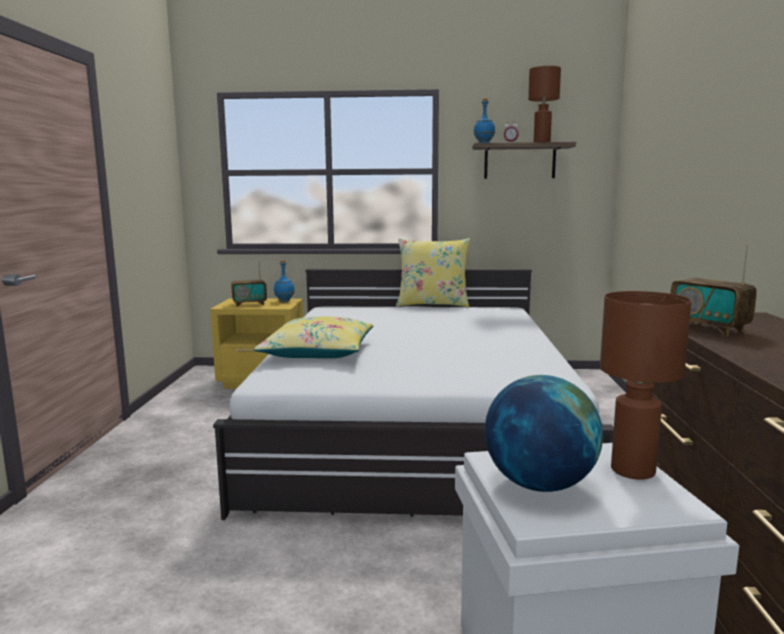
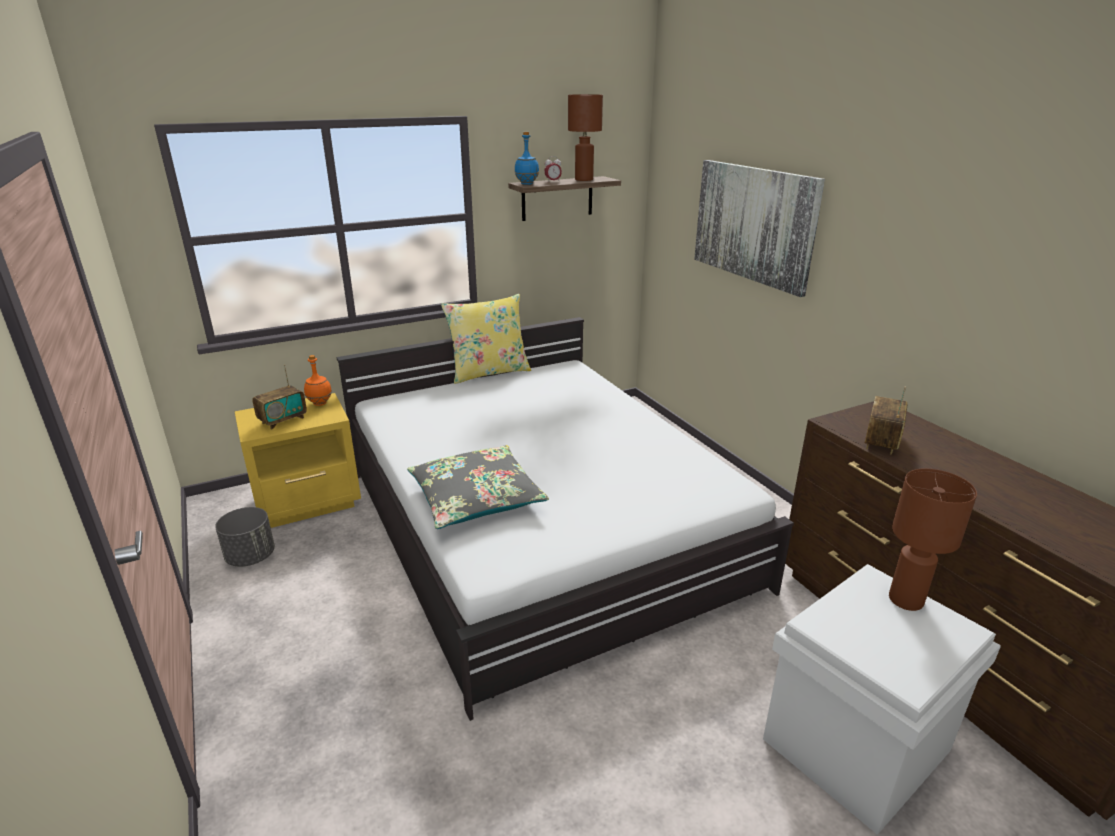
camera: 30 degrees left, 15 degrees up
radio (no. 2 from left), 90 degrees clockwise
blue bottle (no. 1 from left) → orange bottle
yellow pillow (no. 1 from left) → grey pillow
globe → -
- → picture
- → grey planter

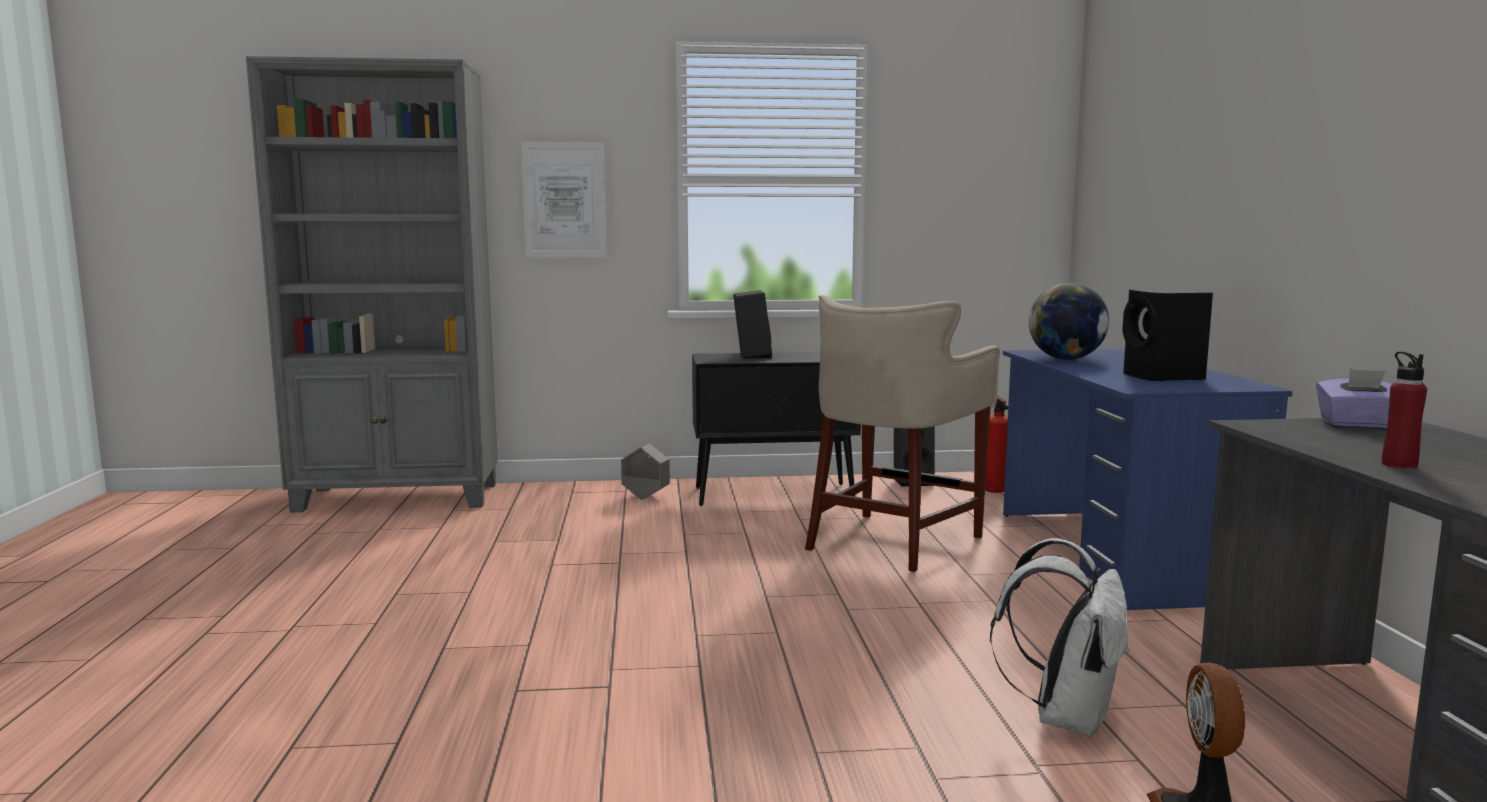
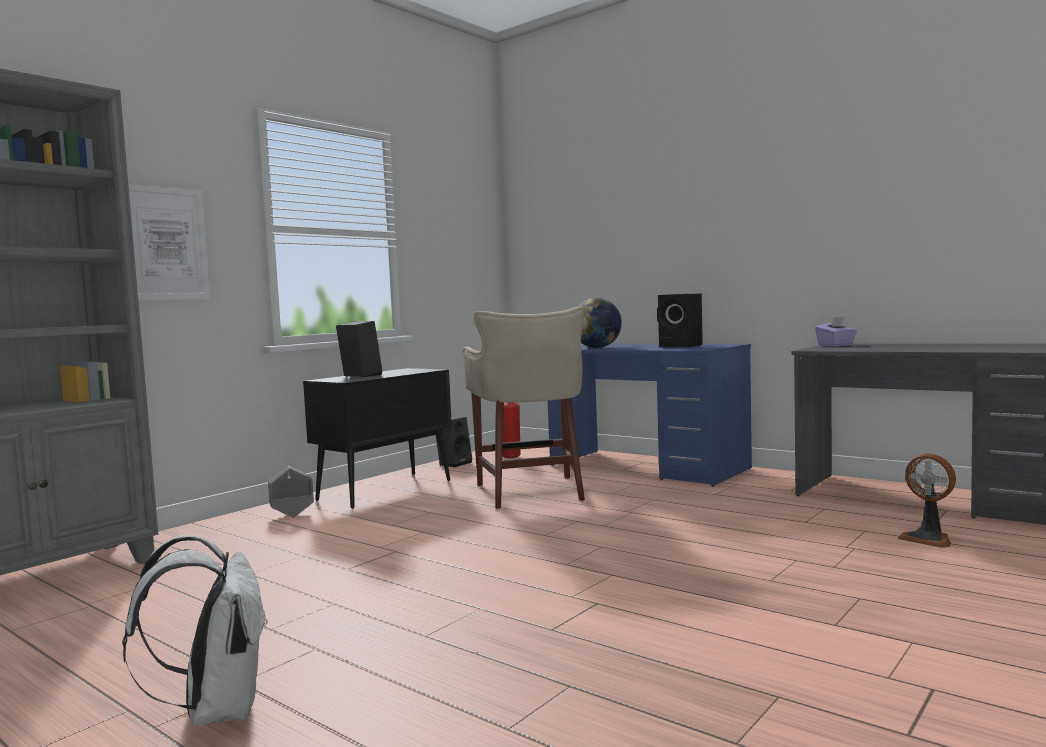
camera: 45 degrees left, 5 degrees down
red bottle → -
white backpack, relocated

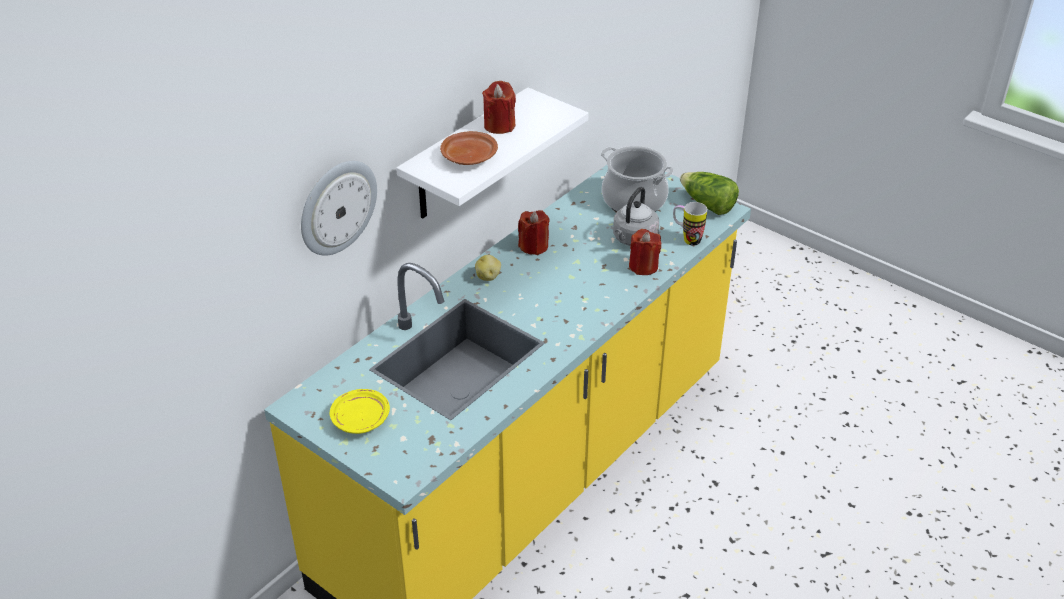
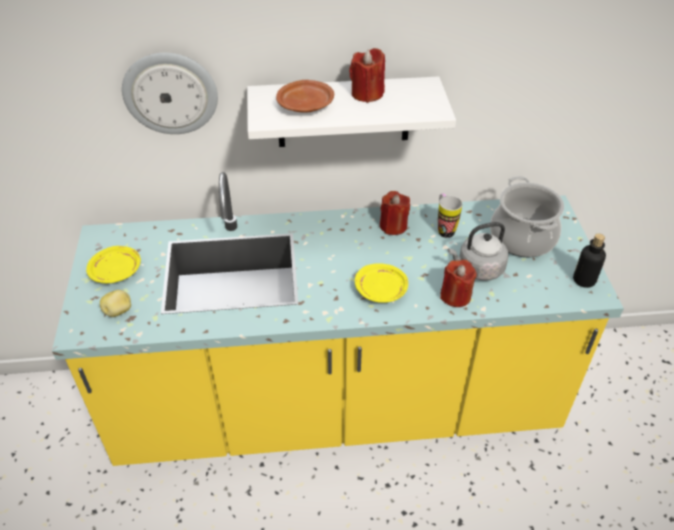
camera: 45 degrees right, 5 degrees up
lettuce → bottle
mug, relocated
potato, relocated
- → yellow plate (no. 2 from left)

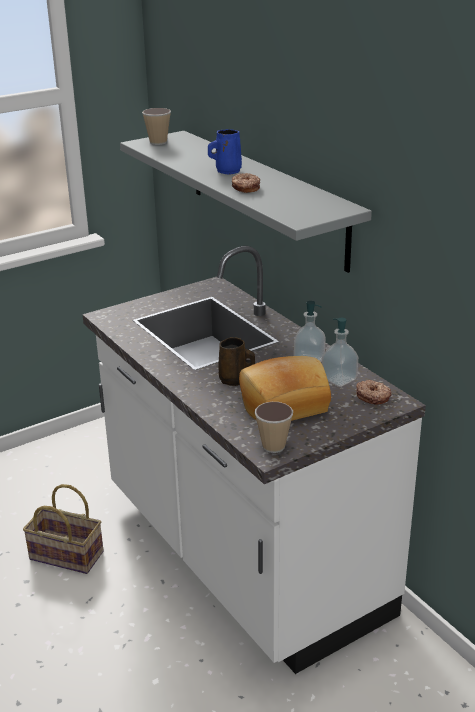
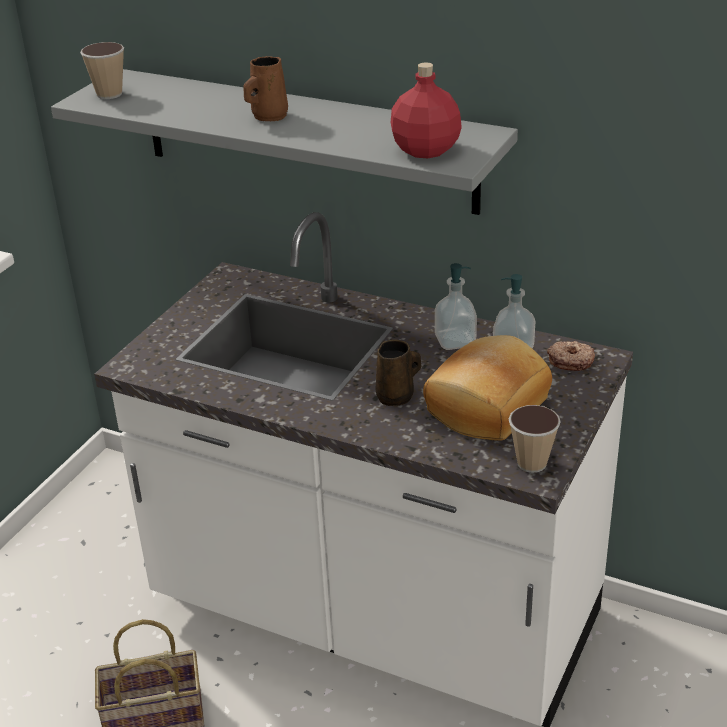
camera: 30 degrees left, 5 degrees up
blue mug → brown mug (no. 1 from left)
donut (no. 1 from left) → -
- → red bottle

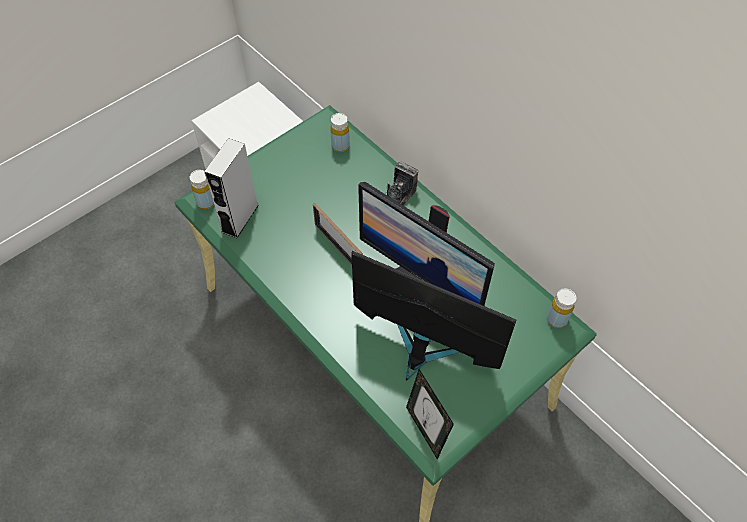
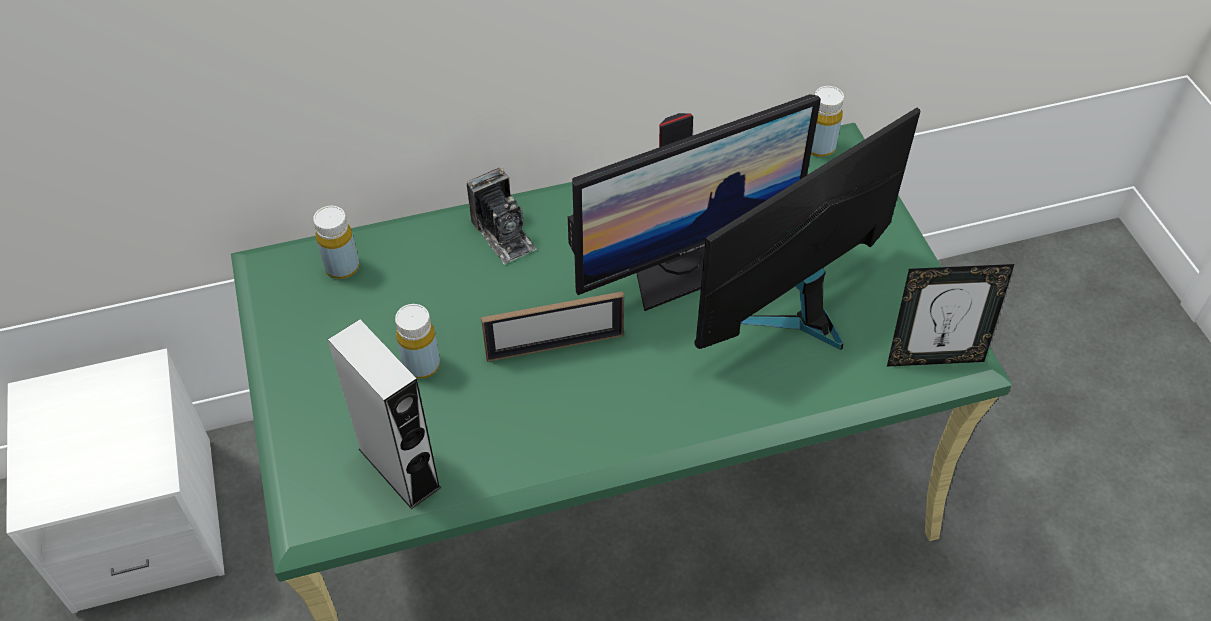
camera: 65 degrees left, 5 degrees down
yellow bottle (no. 1 from left in the first image) → yellow bottle (no. 2 from left), relocated

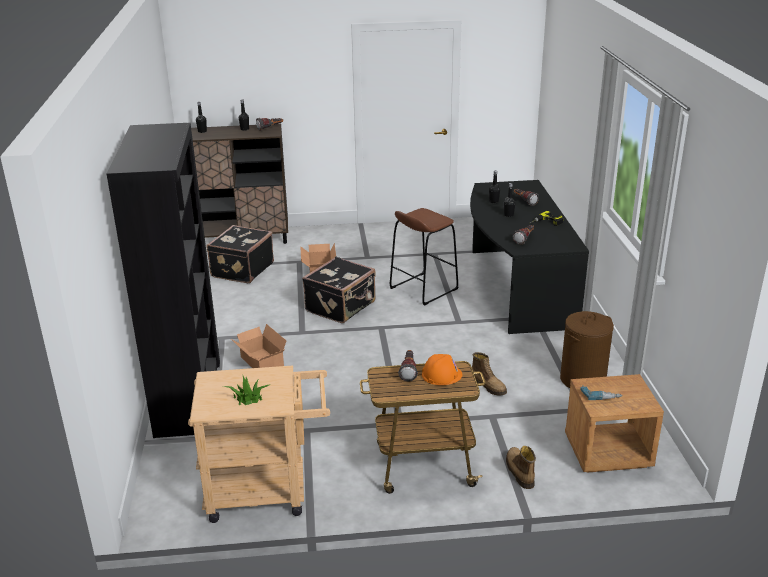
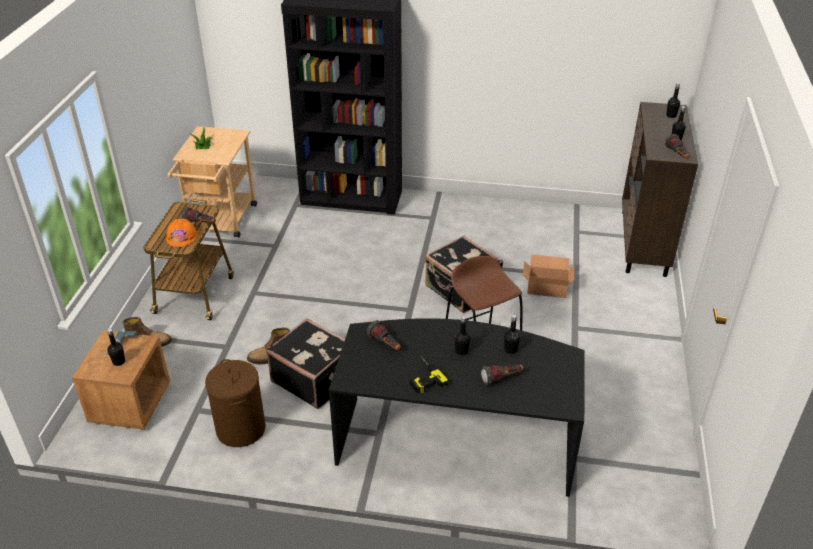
camera: 105 degrees right, 10 degrees up
black suitcase (no. 1 from left), relocated
cardboard box (no. 1 from left) → -
- → black bottle (no. 1 from left)

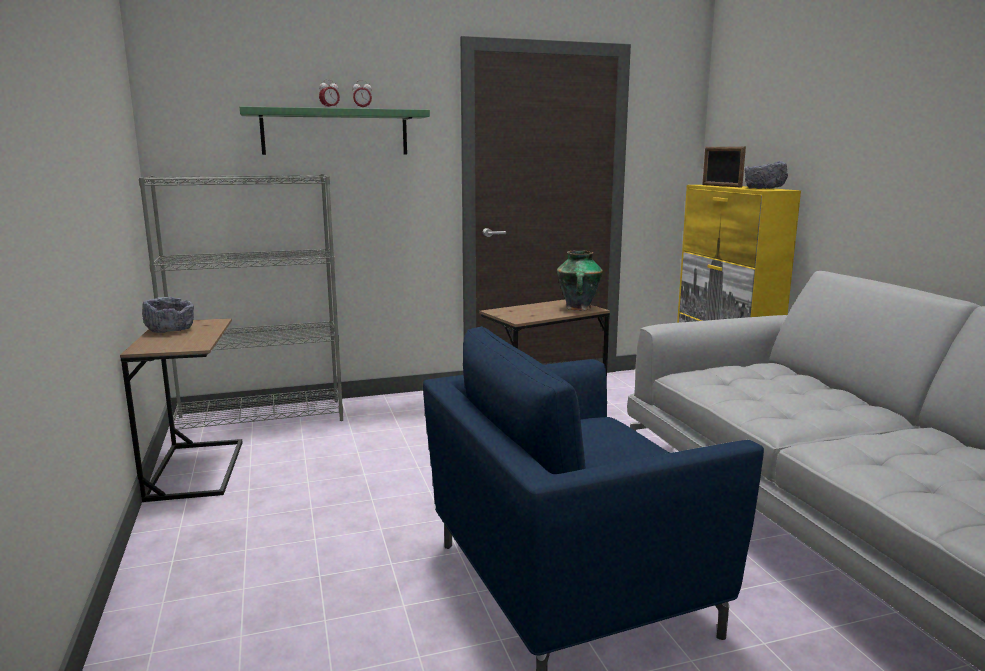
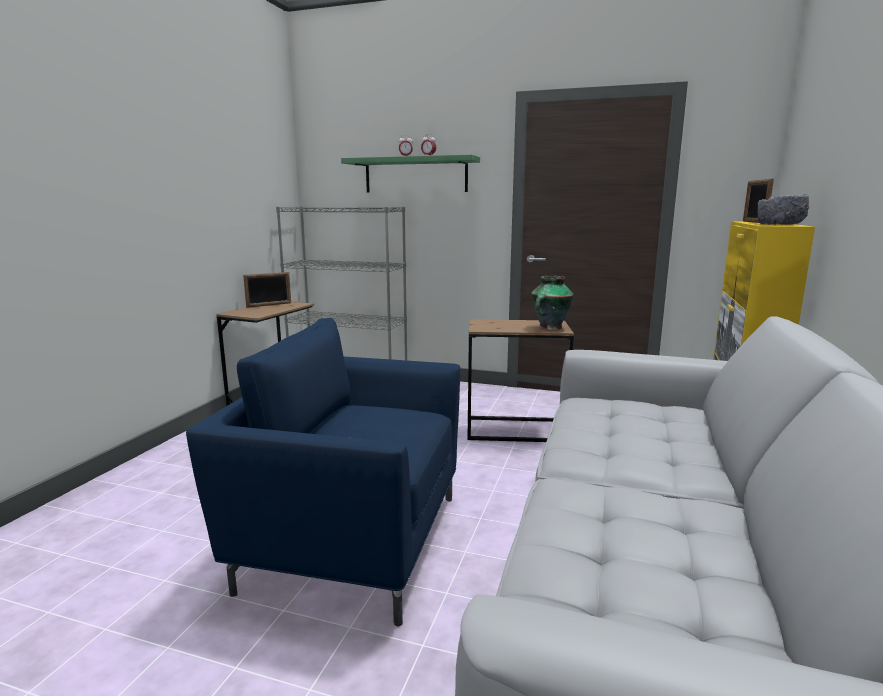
camera: 35 degrees right, 0 degrees up
grey bowl (no. 1 from left) → picture frame (no. 1 from left)

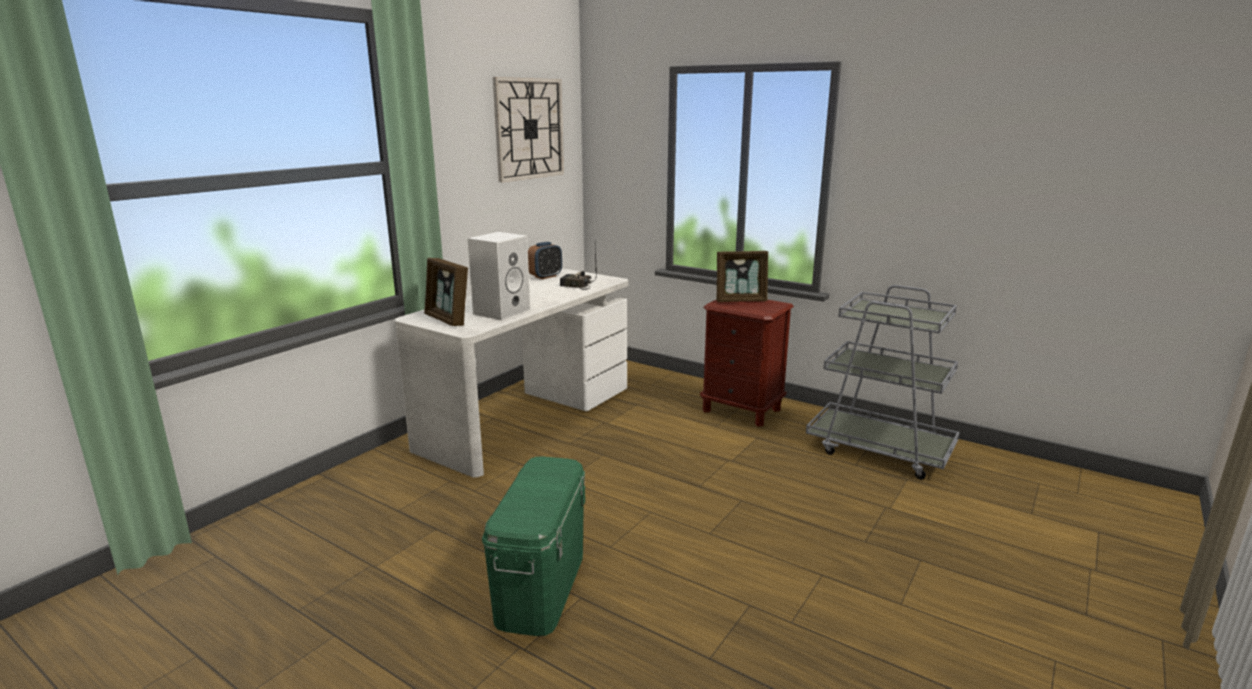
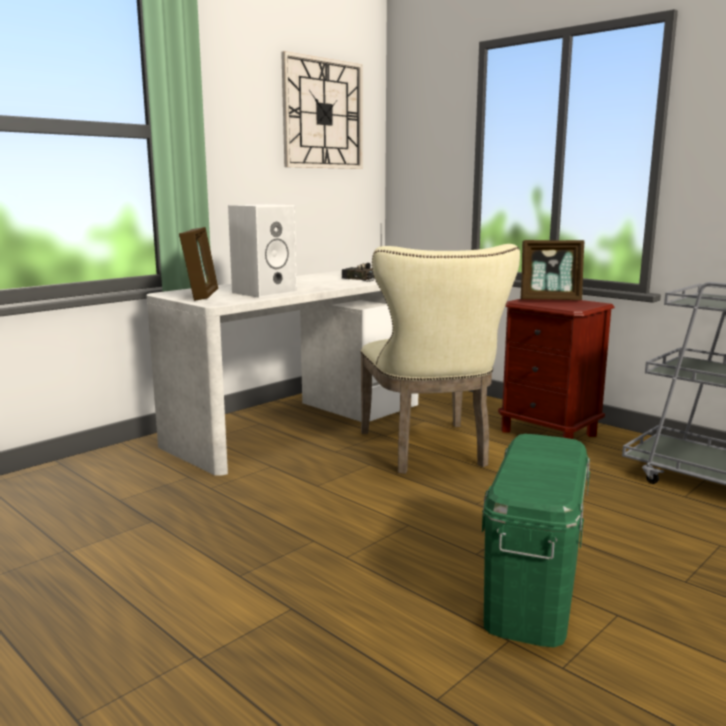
camera: 10 degrees right, 5 degrees down
alarm clock → -
picture frame (no. 1 from left), 150 degrees counterclockwise
green storage box, relocated
- → beige chair

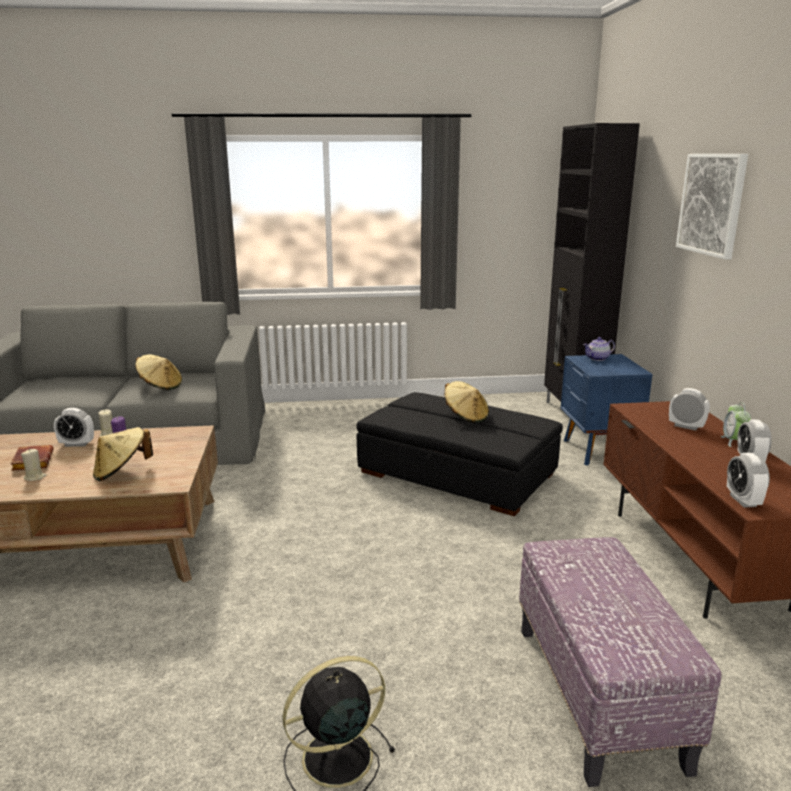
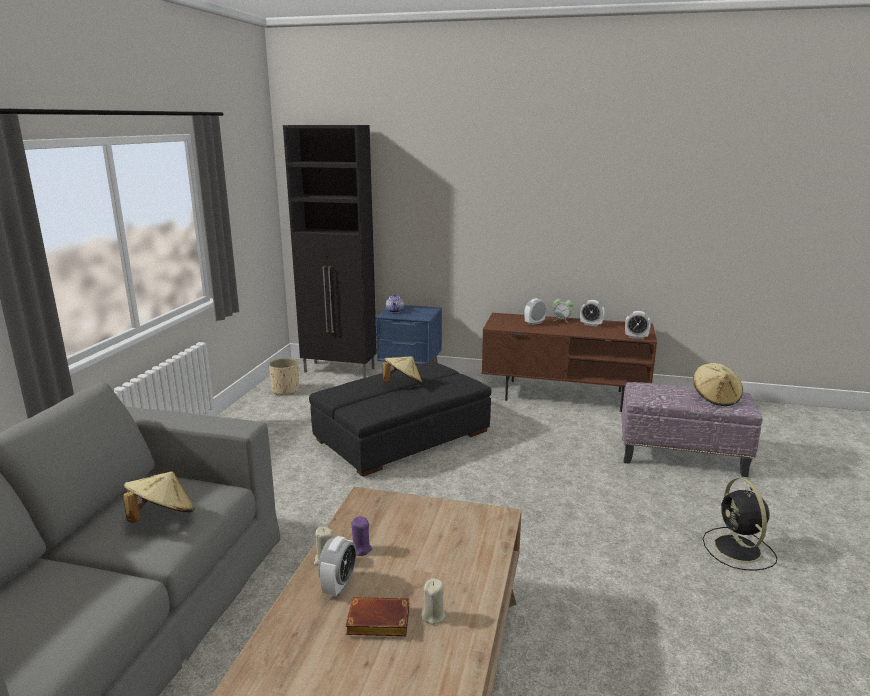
camera: 70 degrees left, 0 degrees up
picture → -
beige hat (no. 1 from left in the first image) → beige hat (no. 3 from left), relocated
- → beige planter

